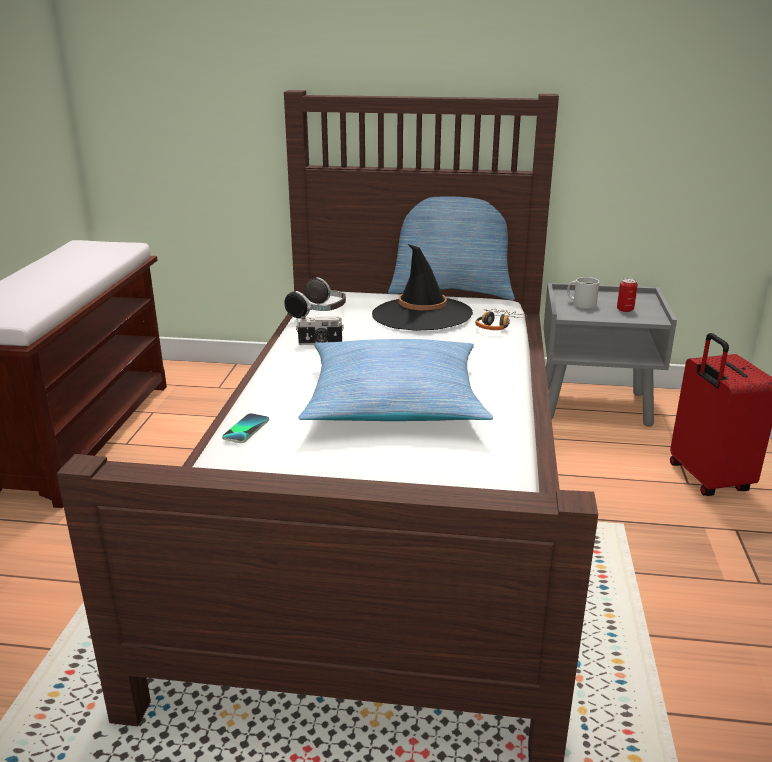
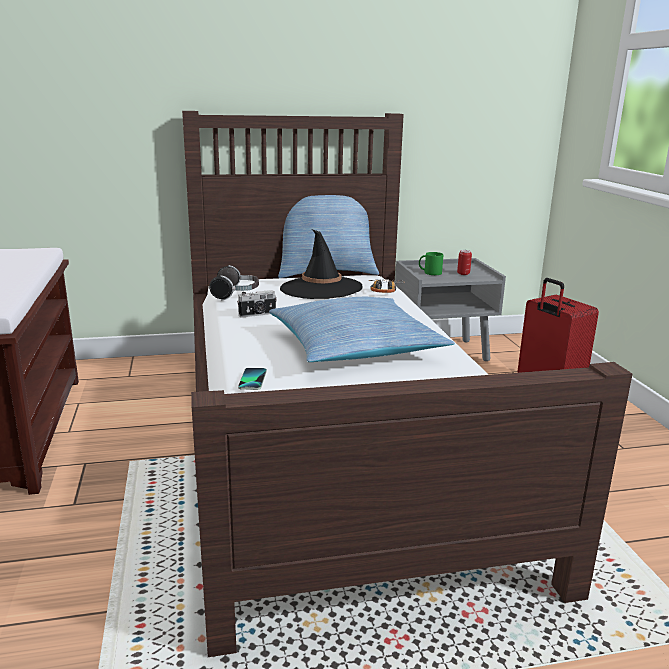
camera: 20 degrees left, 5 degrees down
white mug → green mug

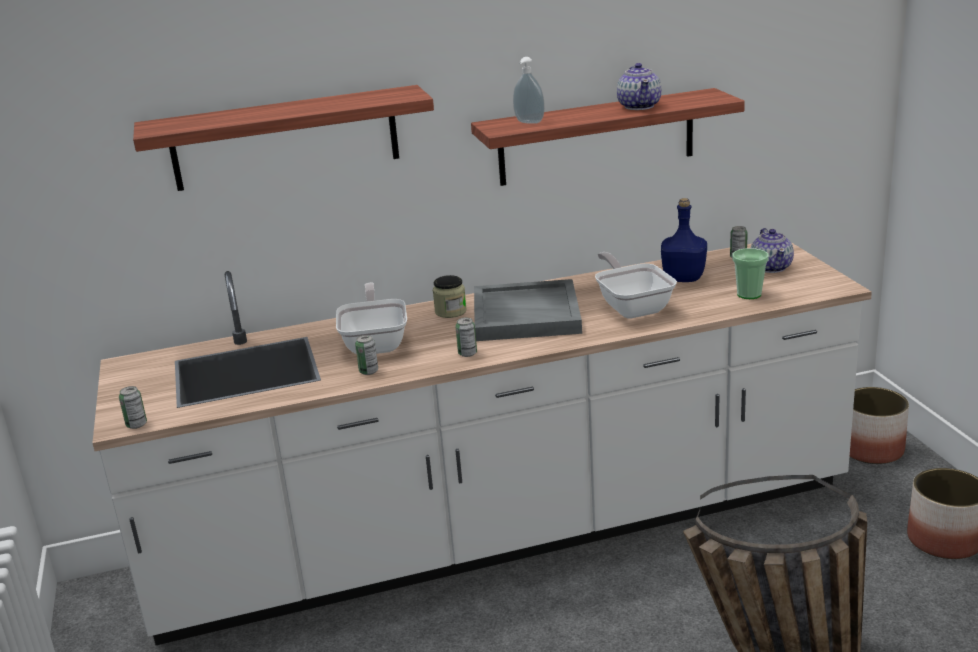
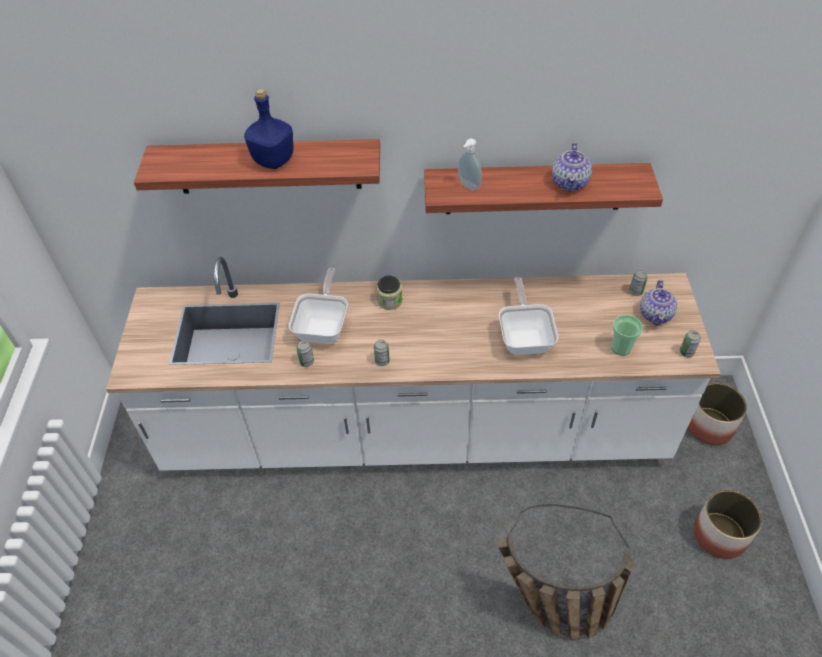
camera: 15 degrees right, 25 degrees up
blue bottle, relocated
grey tray → -
can (no. 1 from left in the first image) → can (no. 4 from left), relocated

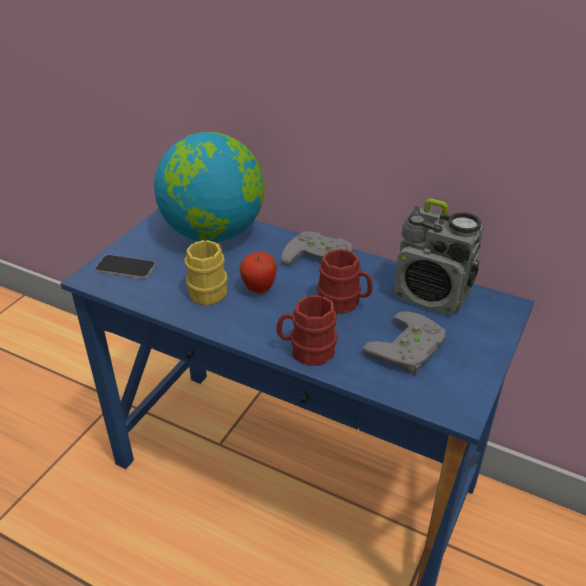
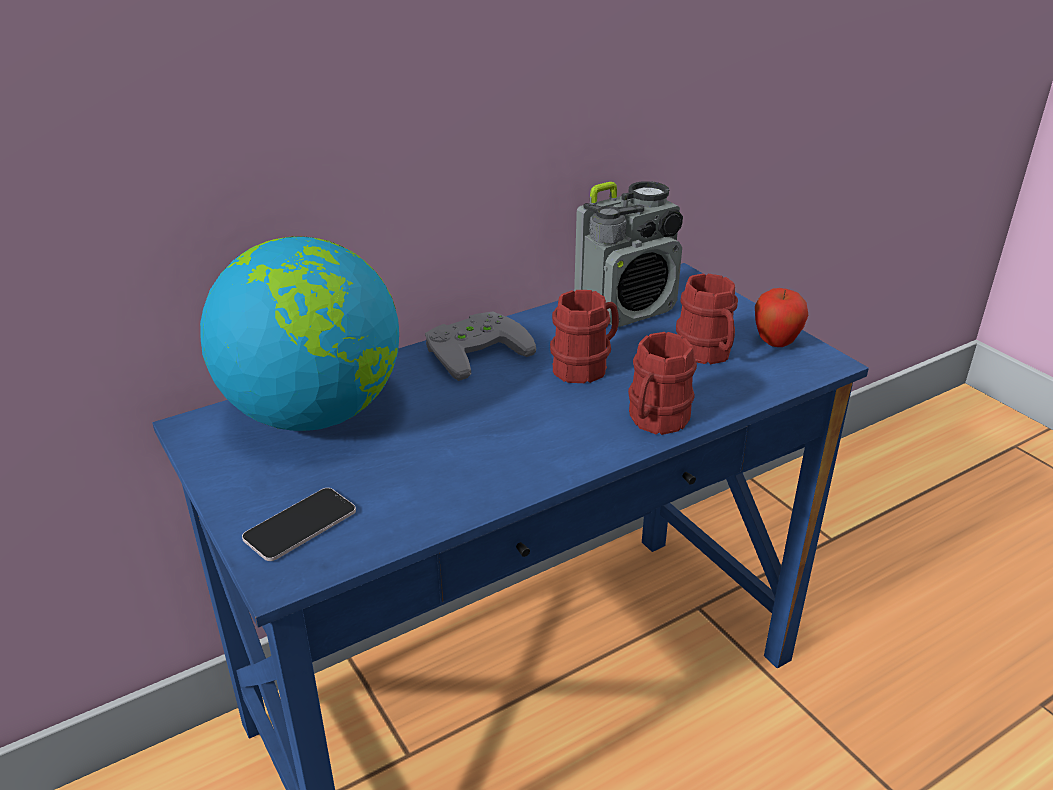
camera: 60 degrees left, 5 degrees down
yellow mug → -
apple, relocated
grey game controller (no. 2 from left) → red mug (no. 3 from left)

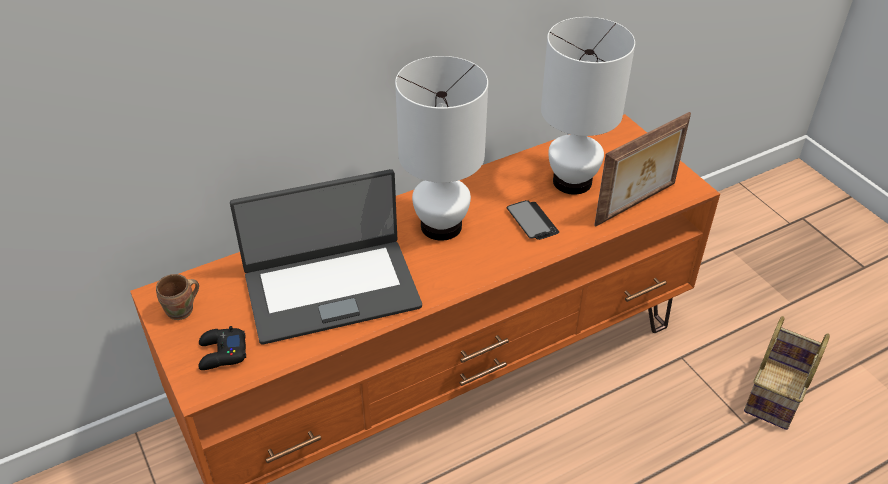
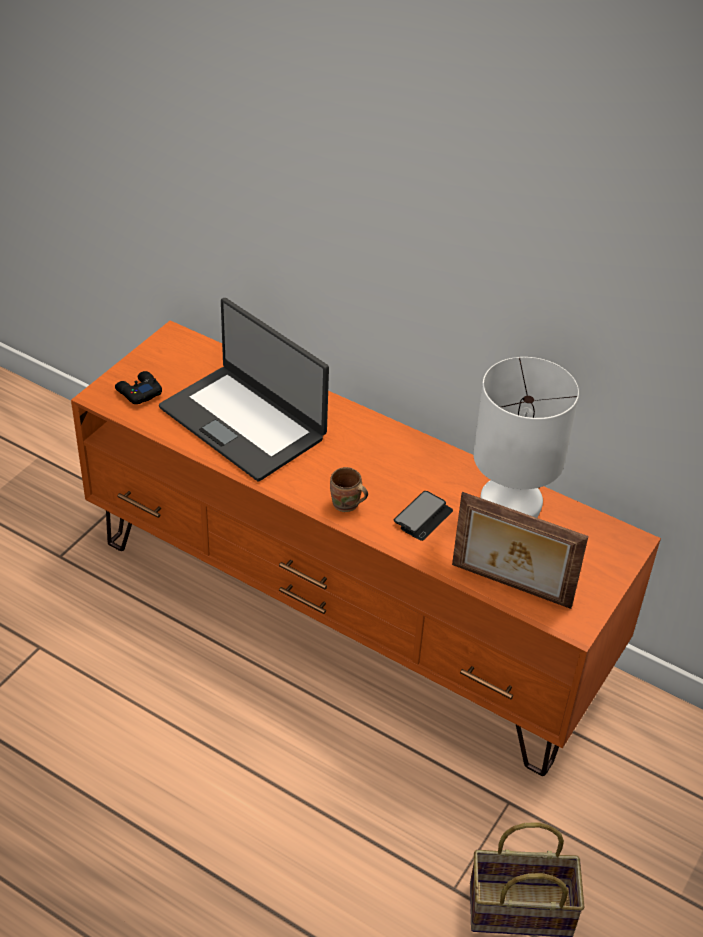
camera: 60 degrees right, 0 degrees up
white table lamp (no. 1 from left) → -
brown mug, relocated

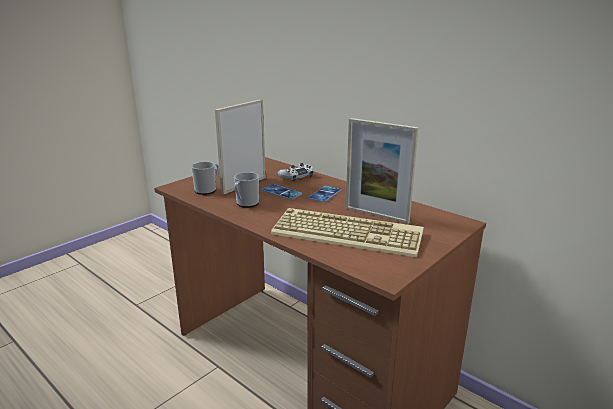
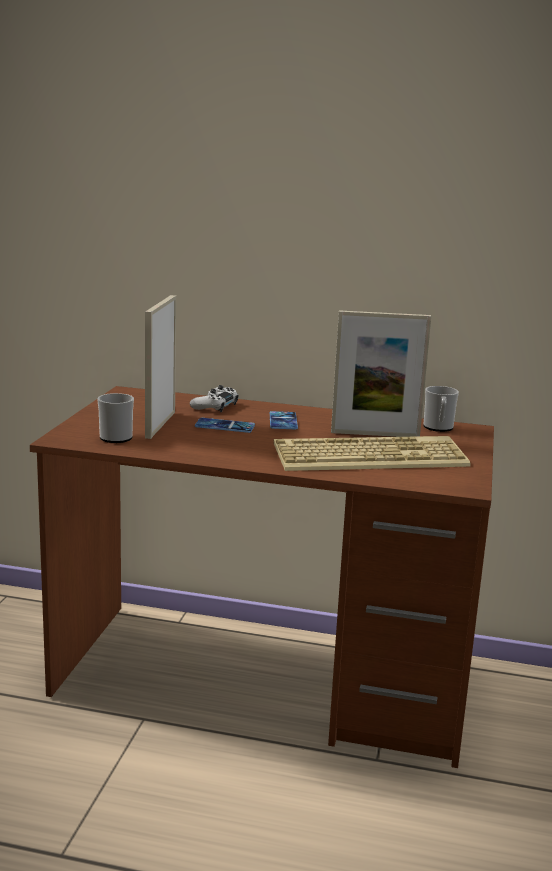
camera: 30 degrees left, 5 degrees down
mug (no. 2 from left), relocated

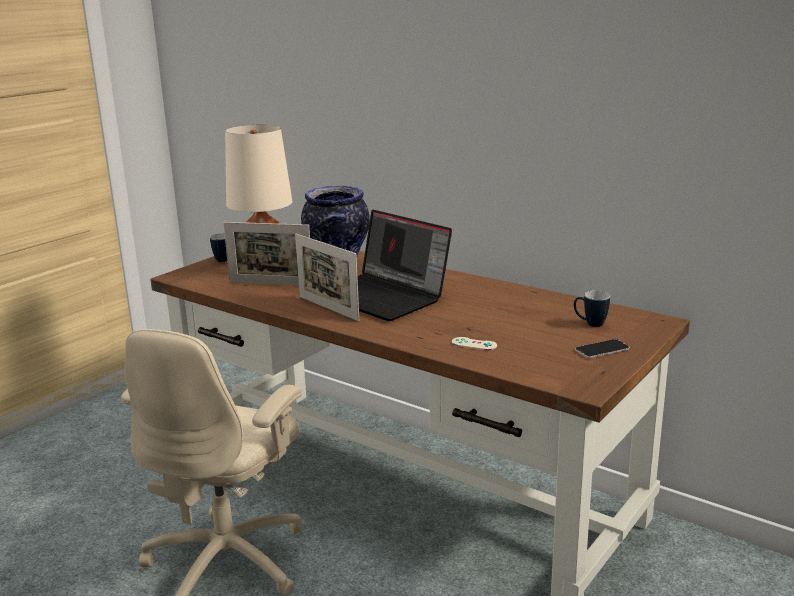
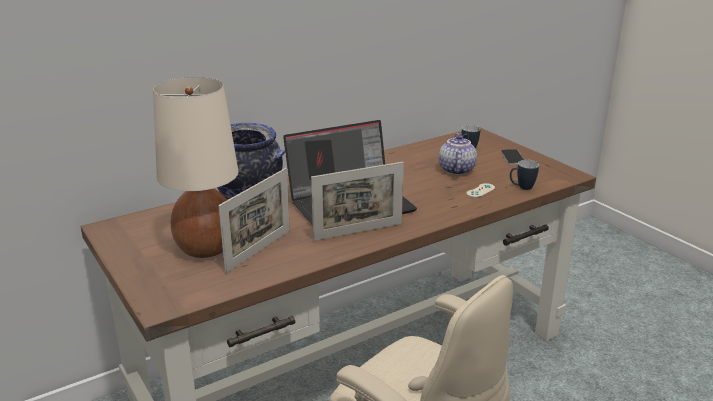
camera: 70 degrees left, 5 degrees up
mug (no. 1 from left in the first image) → mug (no. 2 from left), relocated
- → teapot

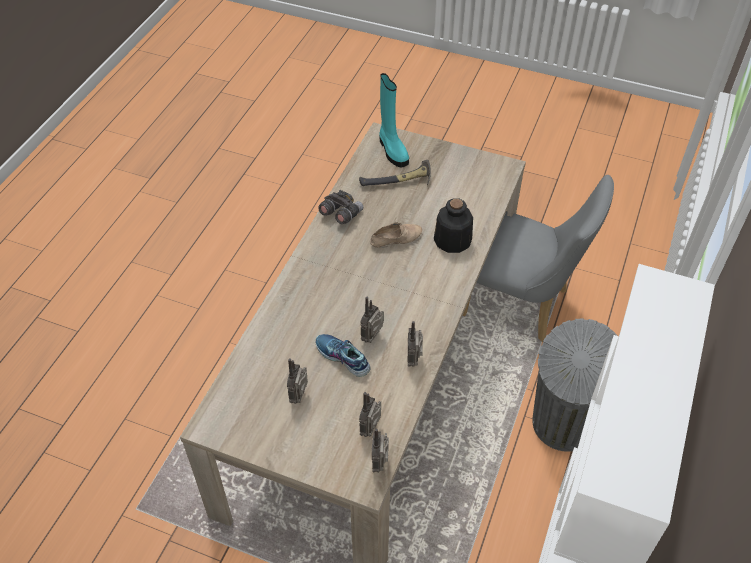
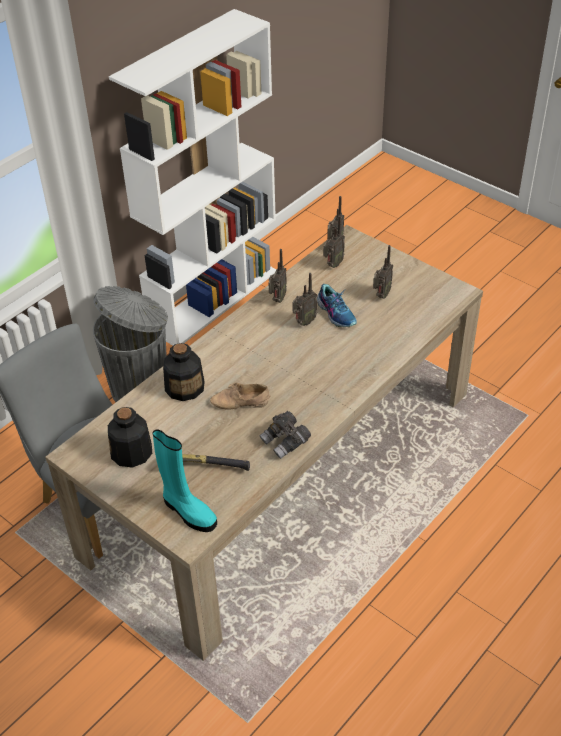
camera: 160 degrees left, 5 degrees down
turquoise boot, 135 degrees clockwise
- → bottle (no. 1 from left)

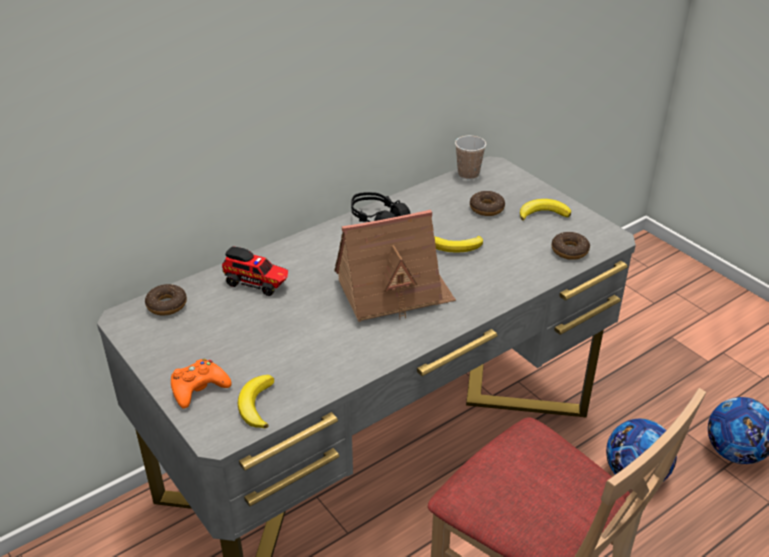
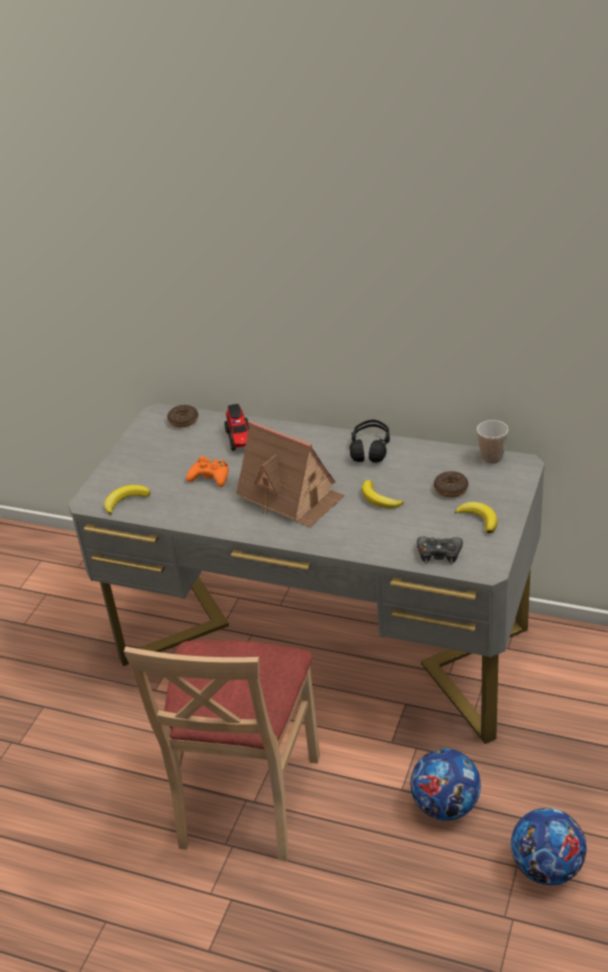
camera: 60 degrees right, 0 degrees up
donut (no. 3 from left) → black game controller
orange game controller, relocated

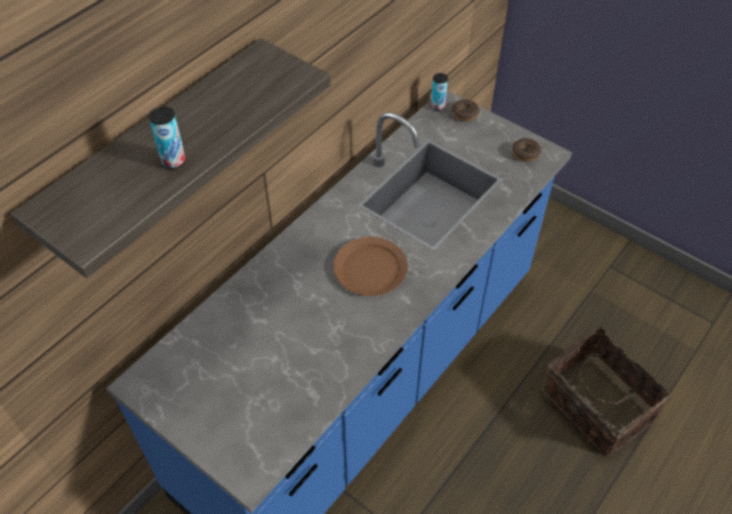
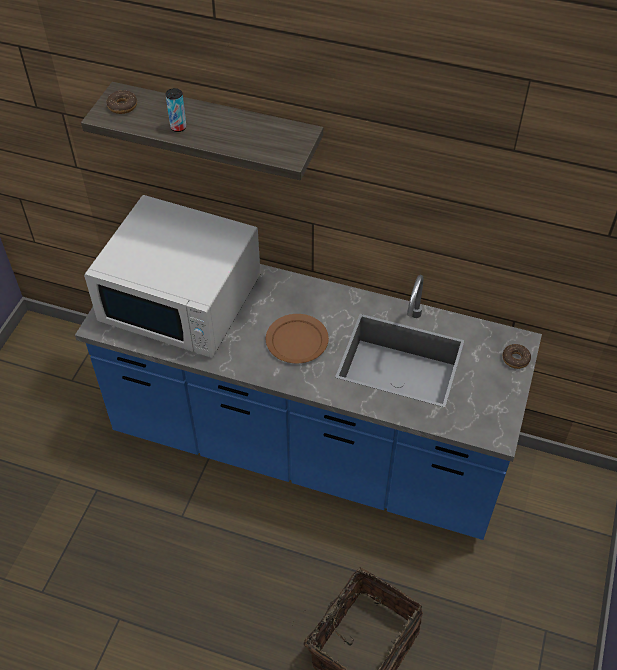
camera: 70 degrees right, 0 degrees up
can (no. 2 from left) → -
donut (no. 2 from left in the first image) → donut (no. 1 from left), relocated
- → white microwave

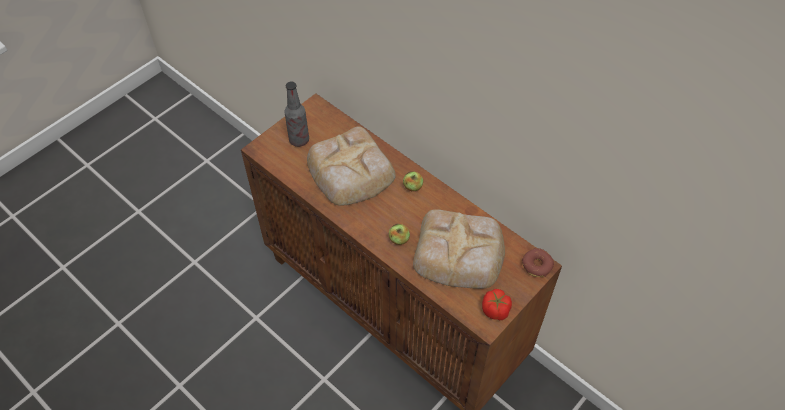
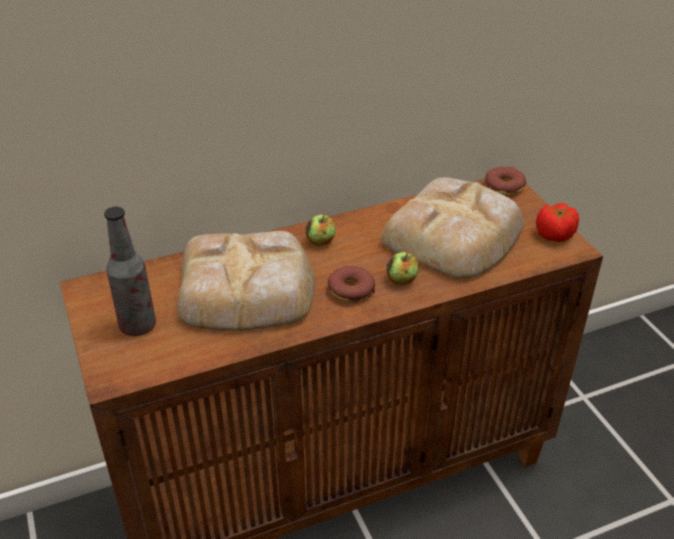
camera: 65 degrees left, 15 degrees down
- → donut (no. 1 from left)

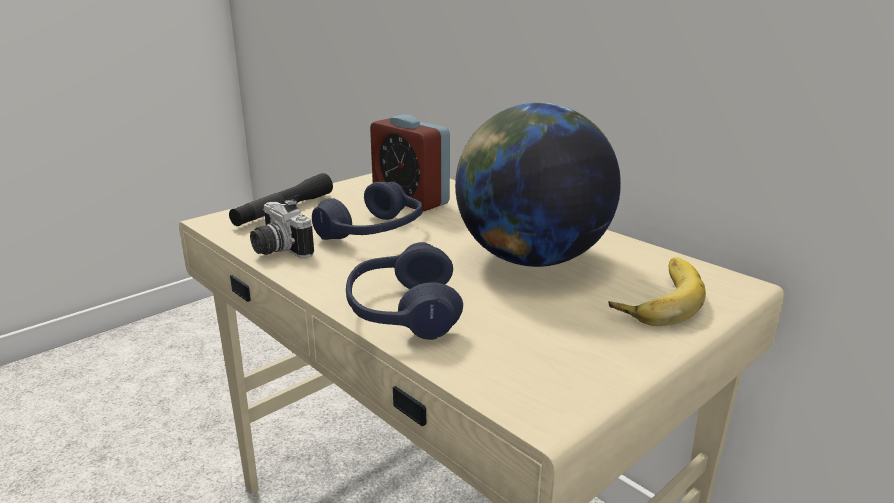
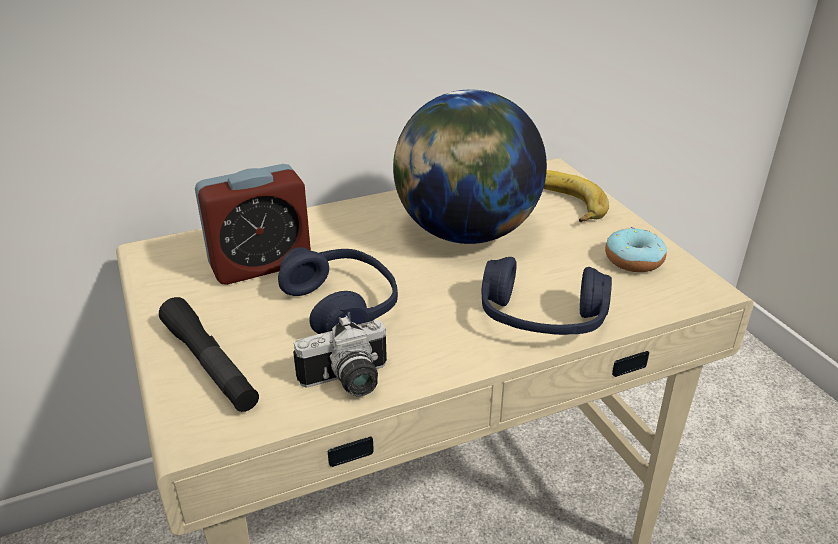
camera: 70 degrees left, 10 degrees up
- → donut

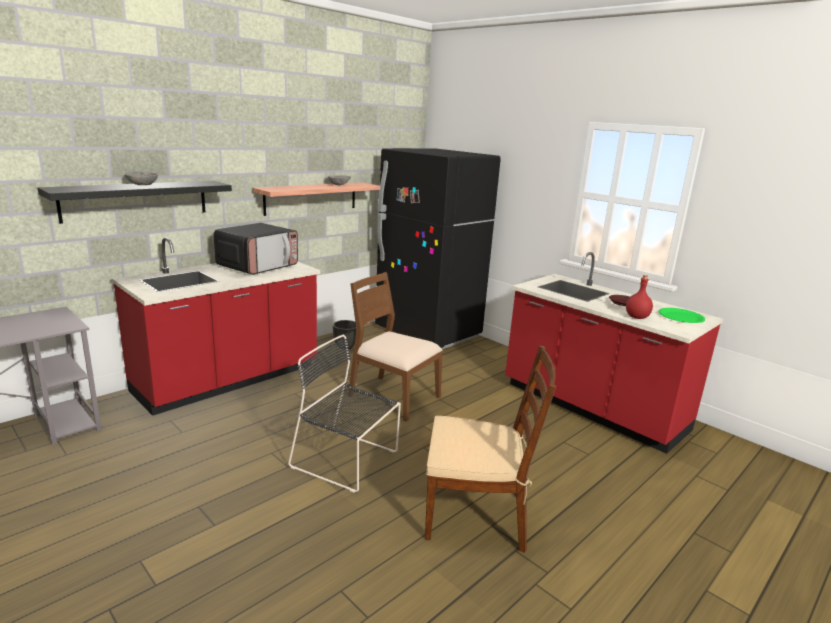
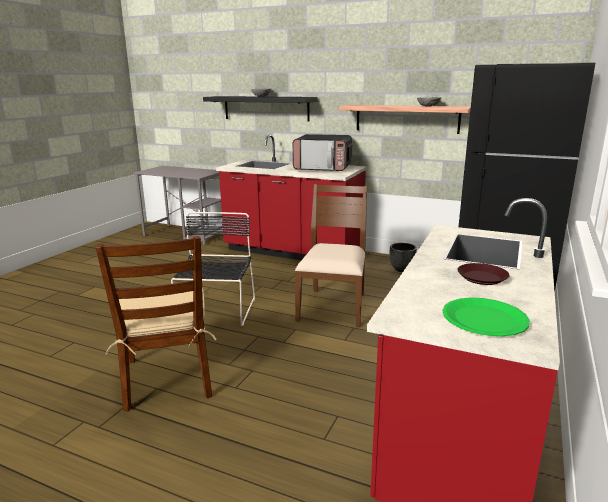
camera: 70 degrees right, 0 degrees up
red bottle → -

